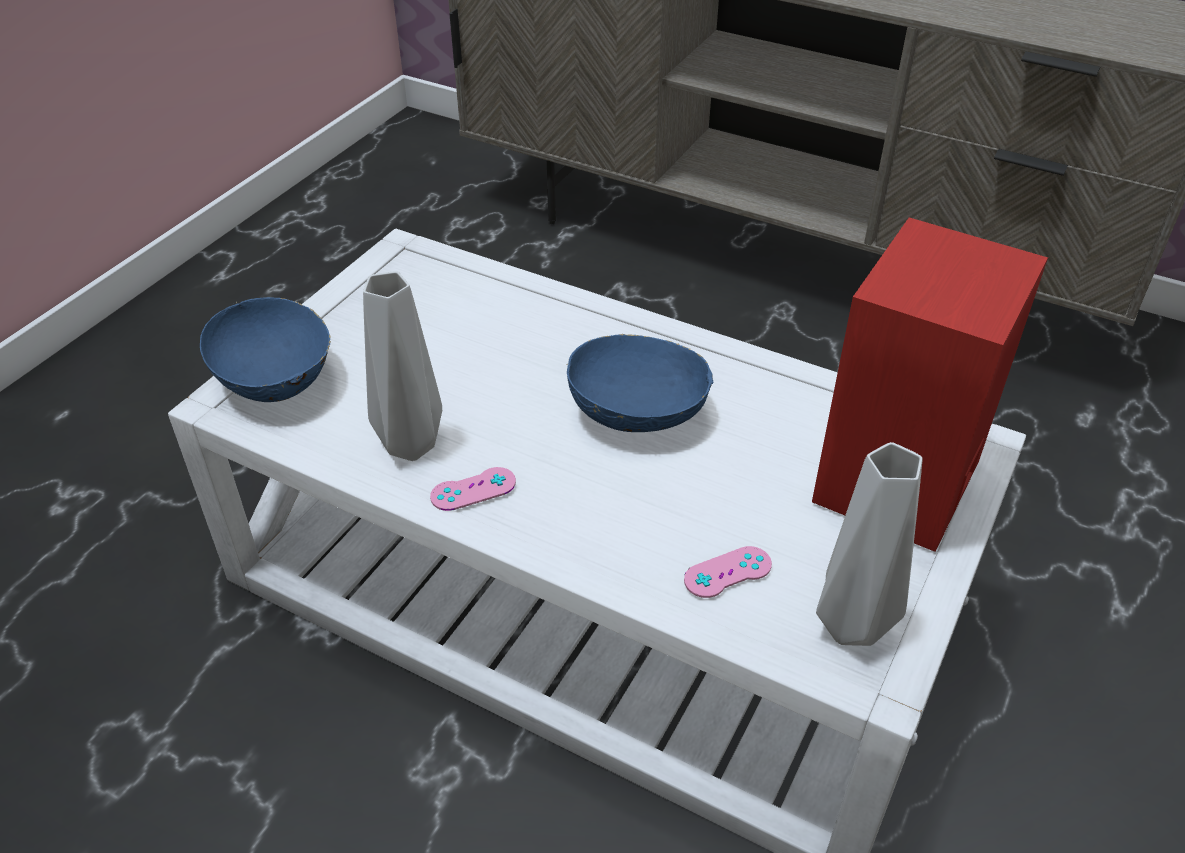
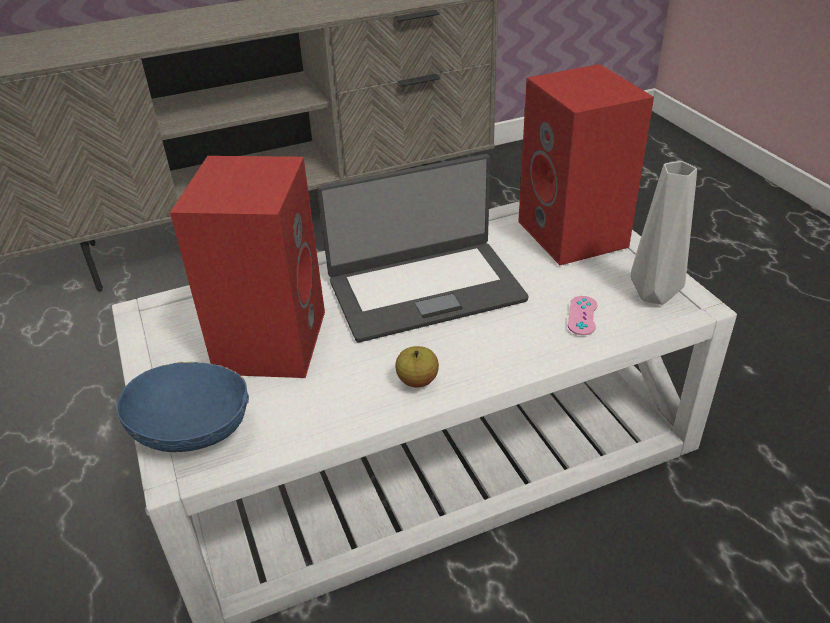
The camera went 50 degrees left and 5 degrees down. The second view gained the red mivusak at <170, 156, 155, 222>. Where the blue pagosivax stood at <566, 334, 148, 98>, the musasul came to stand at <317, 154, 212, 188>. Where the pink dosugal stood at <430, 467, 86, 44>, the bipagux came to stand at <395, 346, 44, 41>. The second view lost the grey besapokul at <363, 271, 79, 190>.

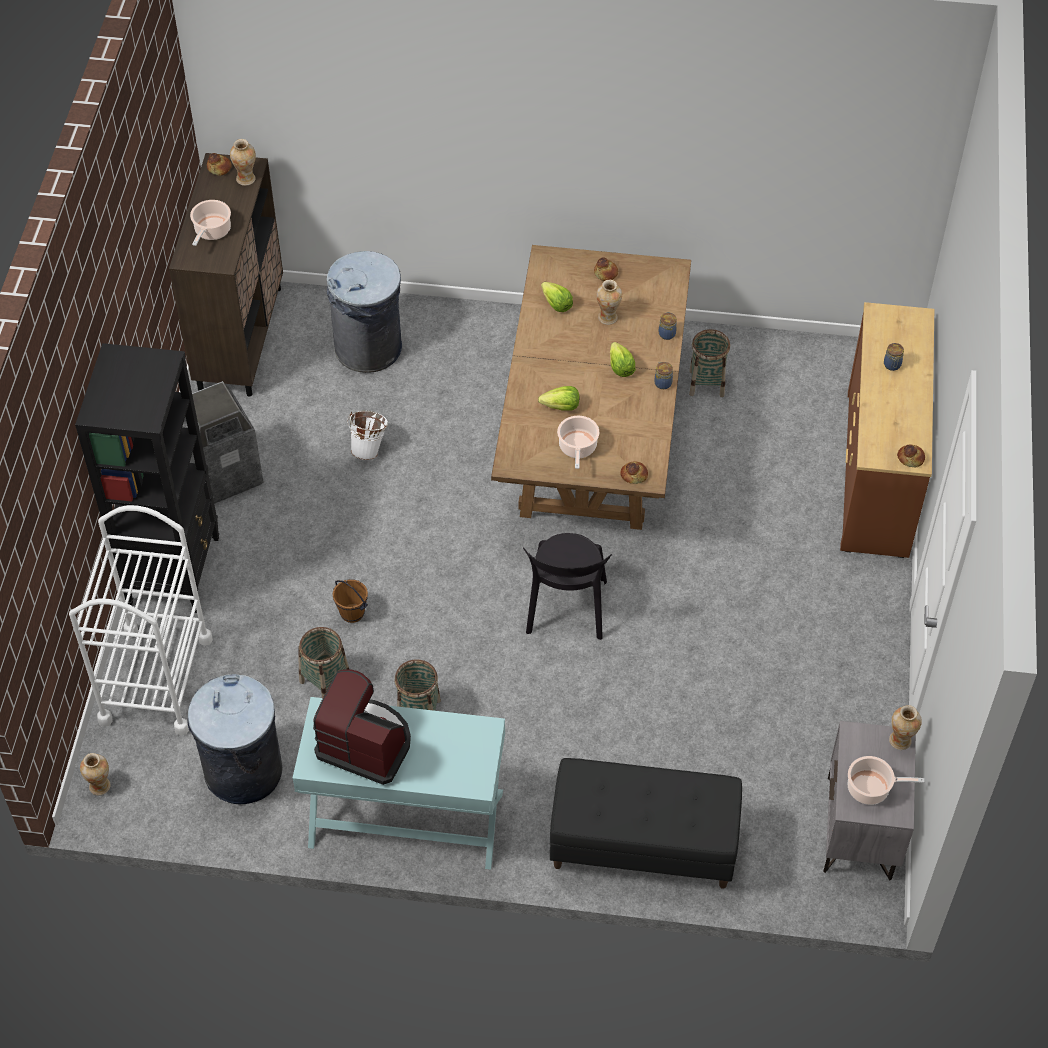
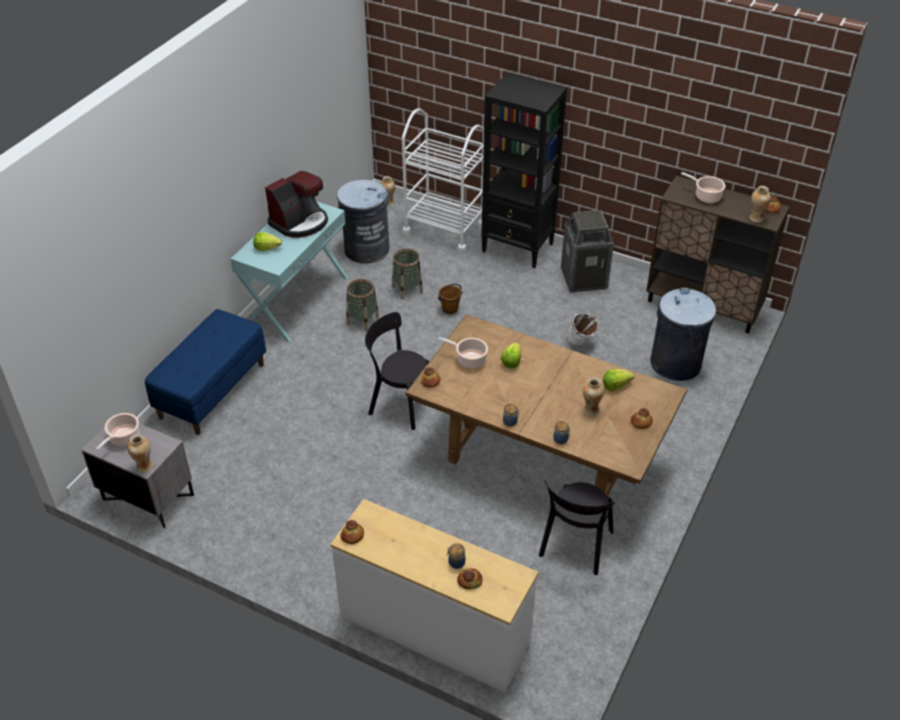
The camera went 110 degrees right and 10 degrees down. What was the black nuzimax at <550, 758, 192, 131> turned into the blue nuzimax at <145, 309, 121, 126>. The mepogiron ended up elsewhere, having gone from <610, 342, 26, 35> to <253, 232, 29, 19>. What was the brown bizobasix at <840, 302, 94, 256> turned into the white bizobasix at <330, 499, 208, 194>. The second view gained the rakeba at <457, 568, 26, 22>. Where the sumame stood at <689, 329, 41, 68>, the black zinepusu came to stand at <539, 481, 75, 94>.

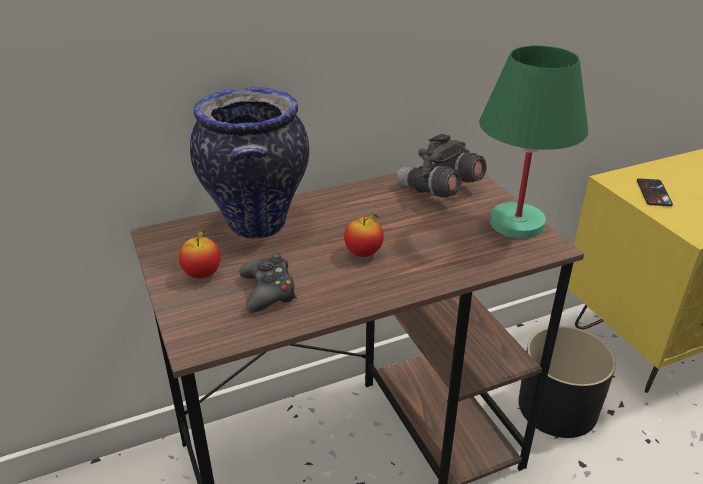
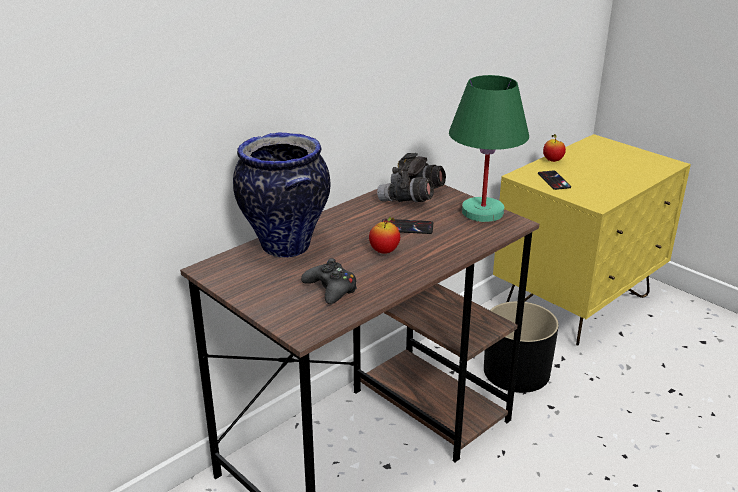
The camera went 20 degrees left and 5 degrees down. The second view gained the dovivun at <382, 219, 51, 15>. The bipagux ended up elsewhere, having gone from <179, 229, 42, 49> to <543, 134, 23, 28>.

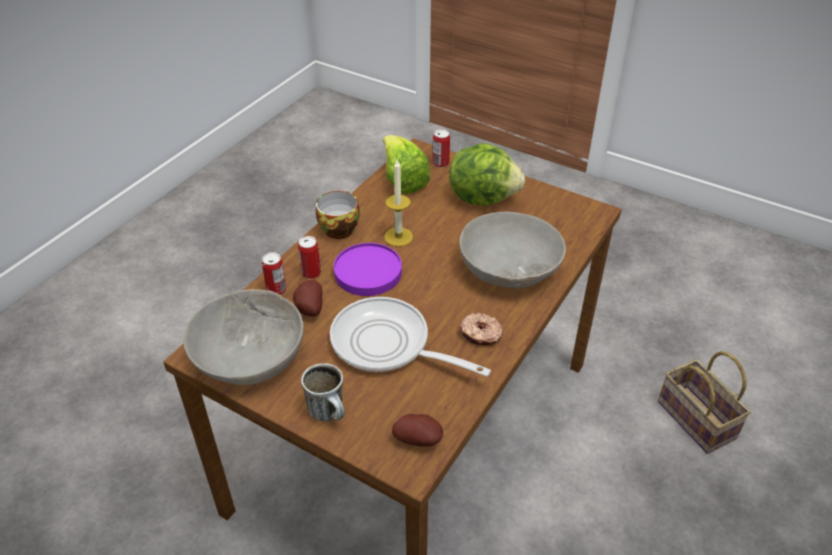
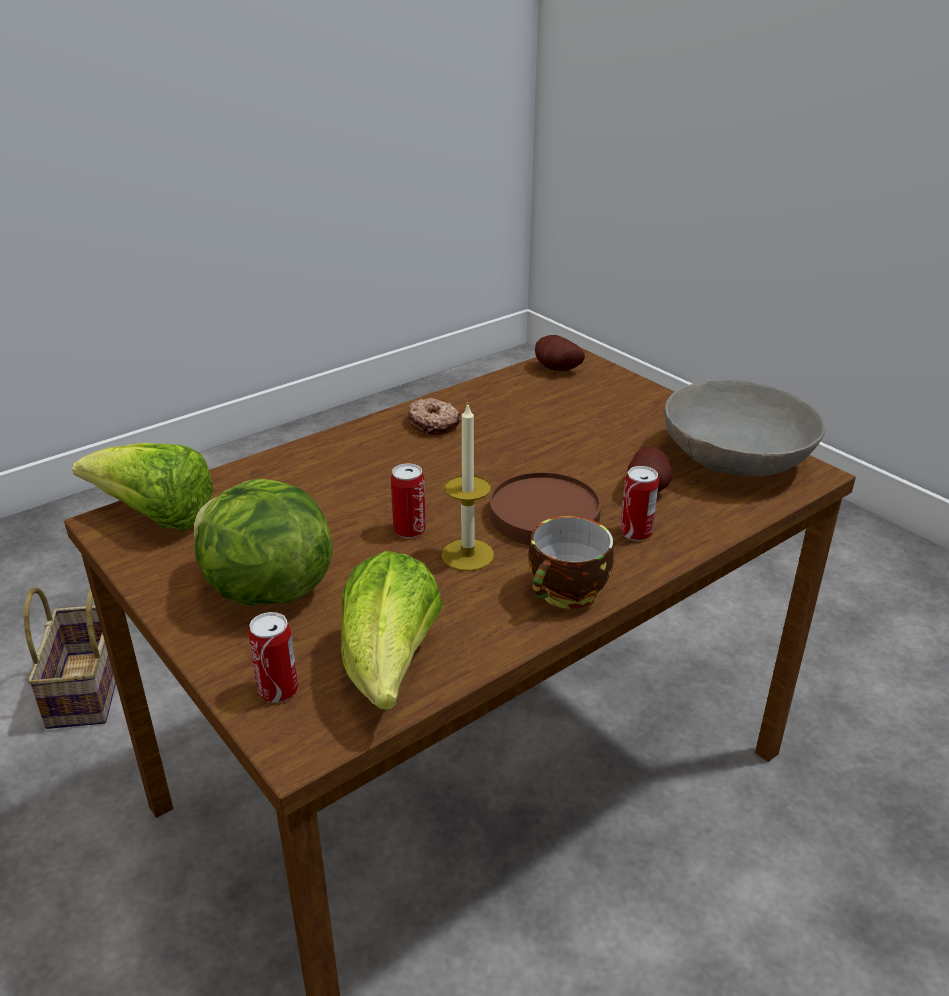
The camera went 160 degrees left and 10 degrees down. The second view gained the mepogiron at <72, 443, 142, 87>. The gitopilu ended up elsewhere, having gone from <262, 252, 24, 43> to <391, 463, 35, 75>. What was the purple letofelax at <334, 243, 68, 53> turned into the brown letofelax at <490, 472, 111, 73>. The second view lost the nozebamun at <301, 363, 44, 58>. The second view lost the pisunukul at <330, 297, 161, 80>. The second view lost the grey pagosivax at <459, 212, 107, 77>.

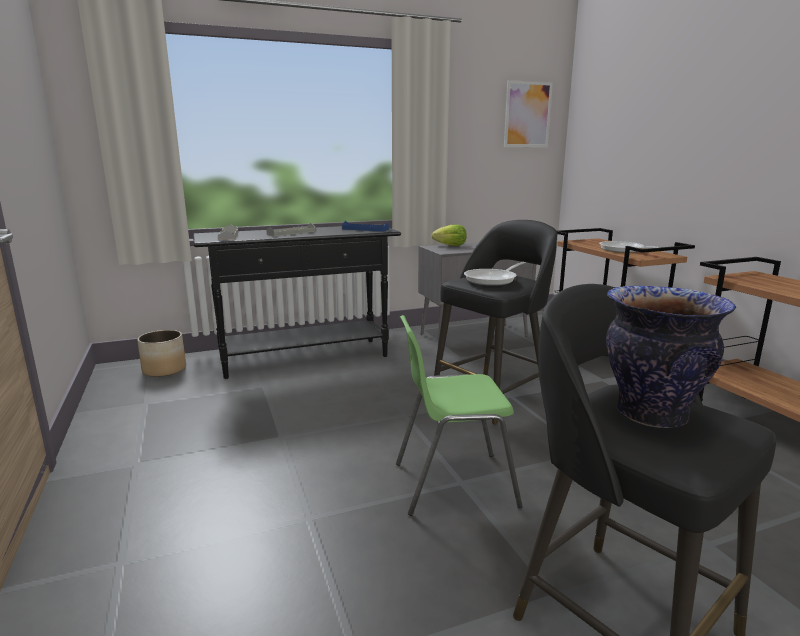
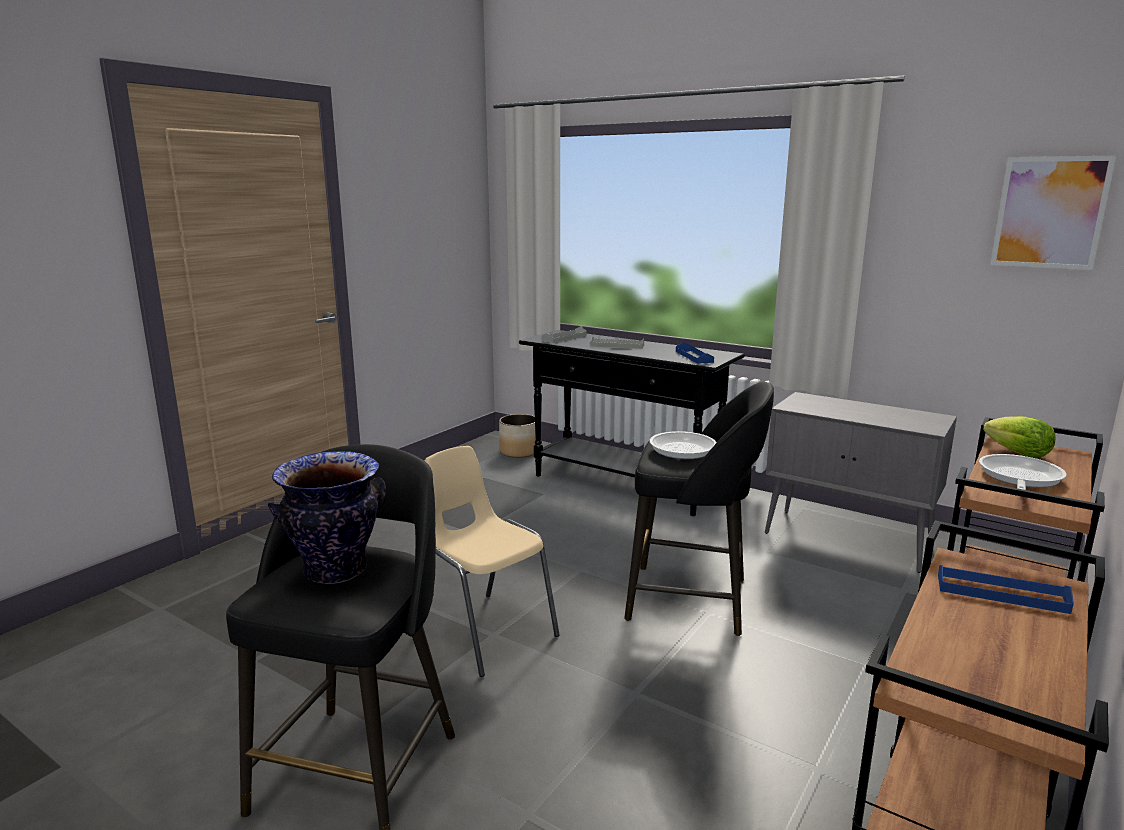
The camera went 55 degrees right and 0 degrees up. What was the green zinepusu at <396, 315, 126, 201> turned into the beige zinepusu at <425, 446, 135, 231>. The second view gained the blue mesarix at <938, 565, 136, 49>. The mepogiron ended up elsewhere, having gone from <431, 224, 36, 22> to <983, 416, 73, 42>.

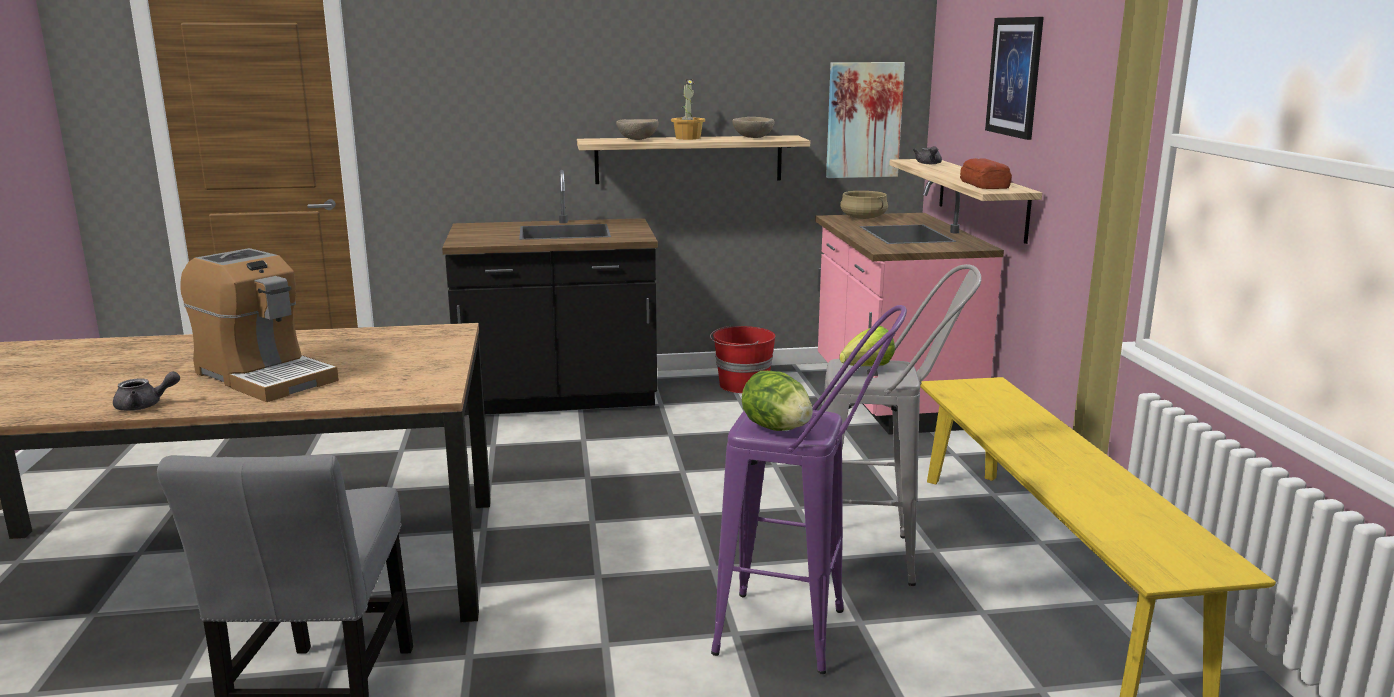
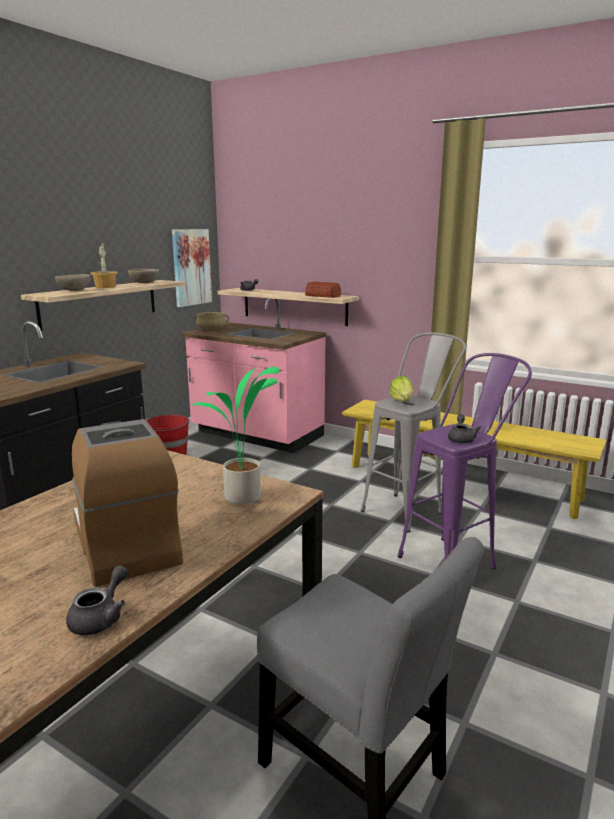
The camera went 50 degrees left and 0 degrees up. The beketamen at <180, 248, 159, 154> ended up facing another way, 105 degrees counterclockwise from before. The second view gained the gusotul at <192, 367, 88, 138>. Where the mepogiron stood at <742, 371, 71, 60>, the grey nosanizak came to stand at <448, 414, 33, 30>. The second view lost the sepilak at <985, 17, 59, 123>.

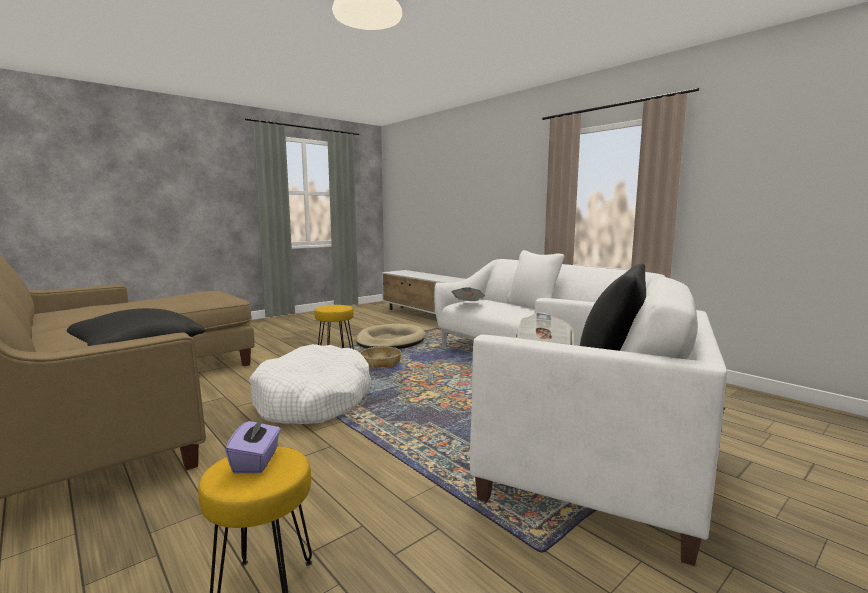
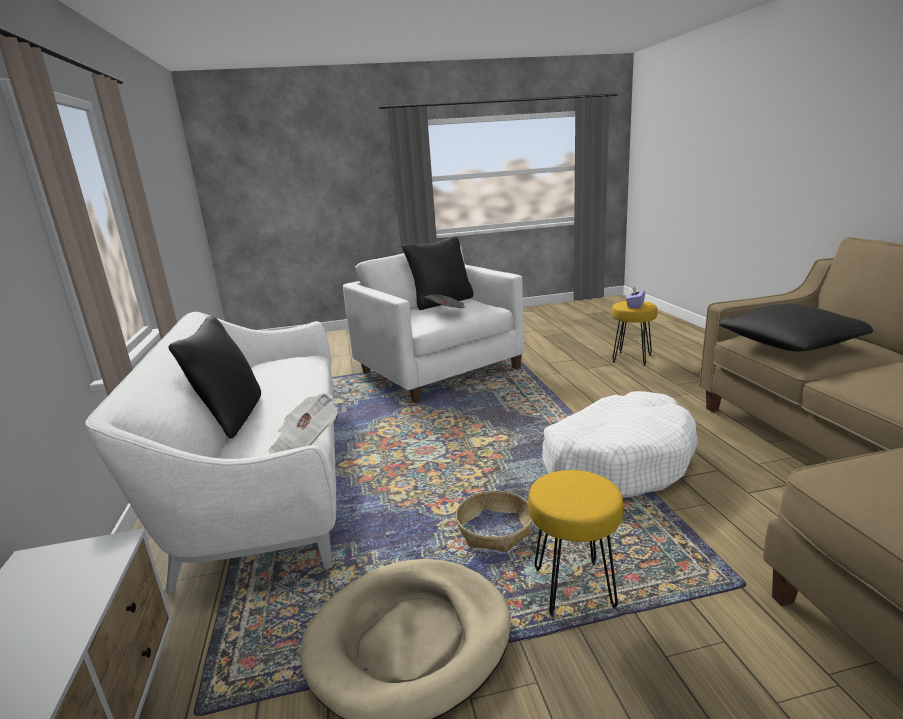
The camera went 150 degrees left and 10 degrees up. What was the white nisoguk at <507, 250, 58, 59> turned into the black nisoguk at <168, 316, 93, 123>.

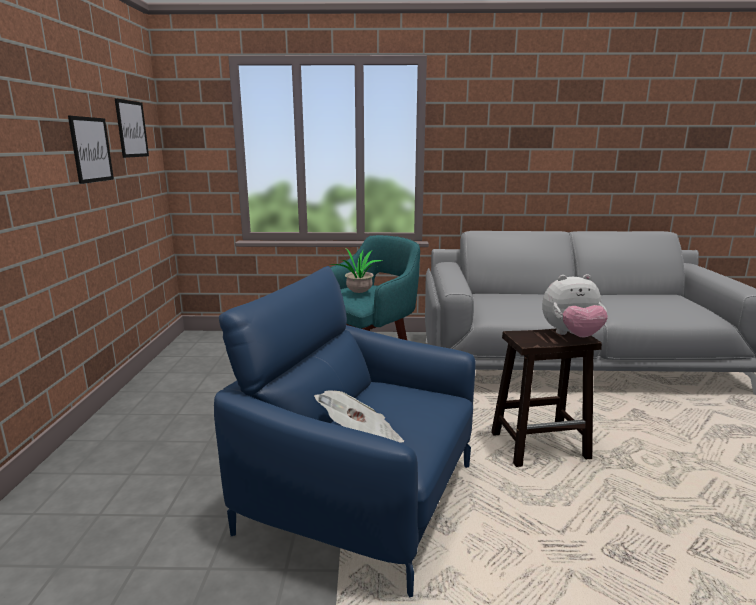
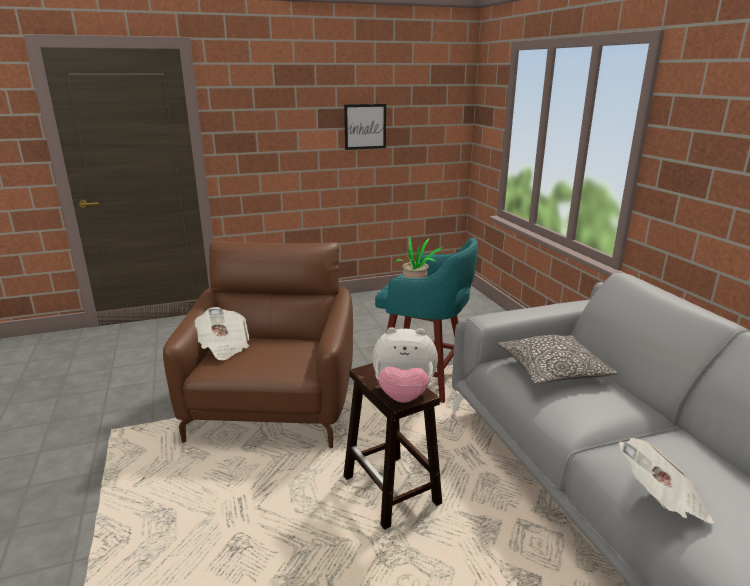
The camera went 70 degrees right and 5 degrees up. What was the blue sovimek at <214, 266, 262, 332> turned into the brown sovimek at <163, 241, 190, 207>. The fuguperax at <542, 274, 66, 64> ended up facing another way, 60 degrees counterclockwise from before. The second view gained the nisoguk at <498, 335, 119, 49>. The second view gained the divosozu at <619, 438, 95, 86>. The second view lost the sepilak at <115, 98, 34, 60>.

